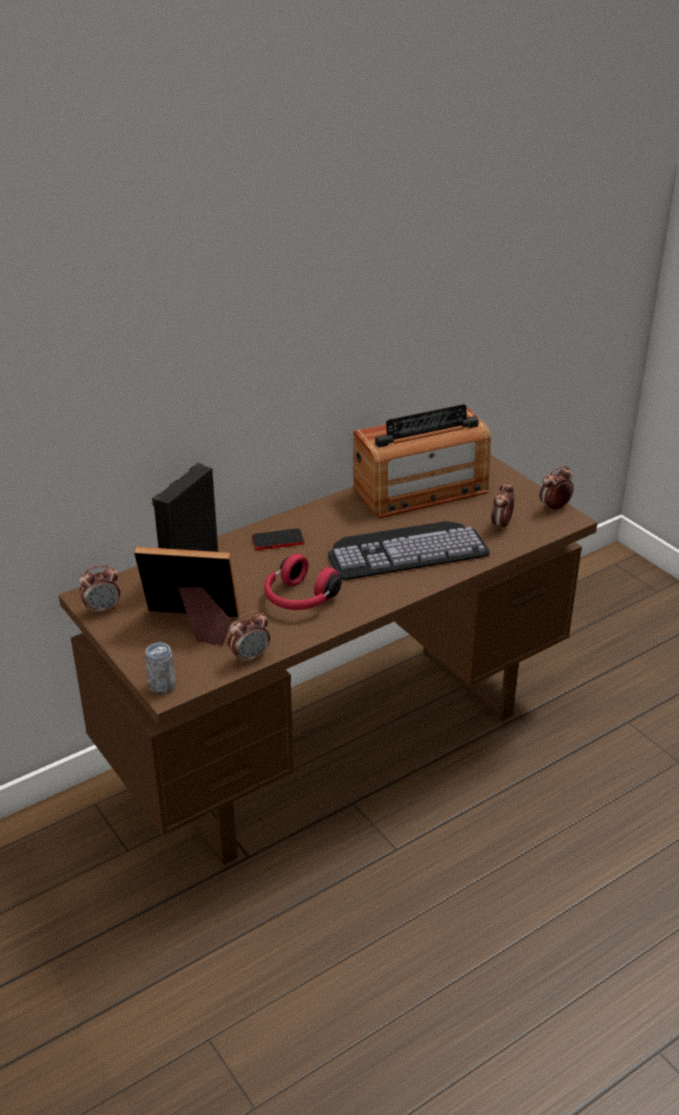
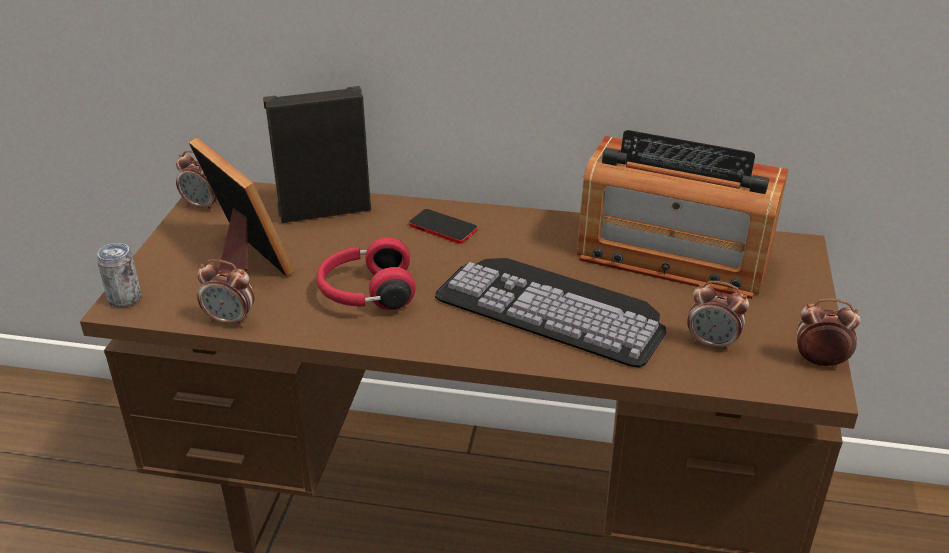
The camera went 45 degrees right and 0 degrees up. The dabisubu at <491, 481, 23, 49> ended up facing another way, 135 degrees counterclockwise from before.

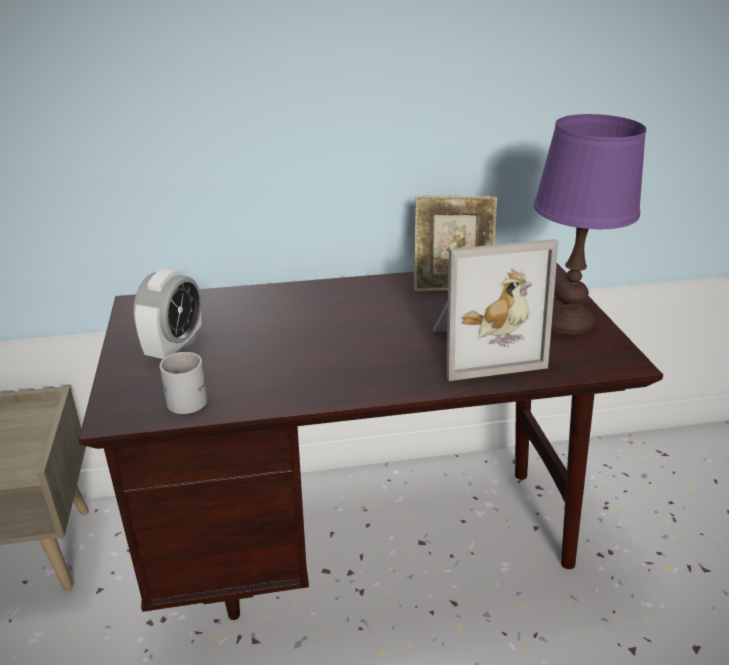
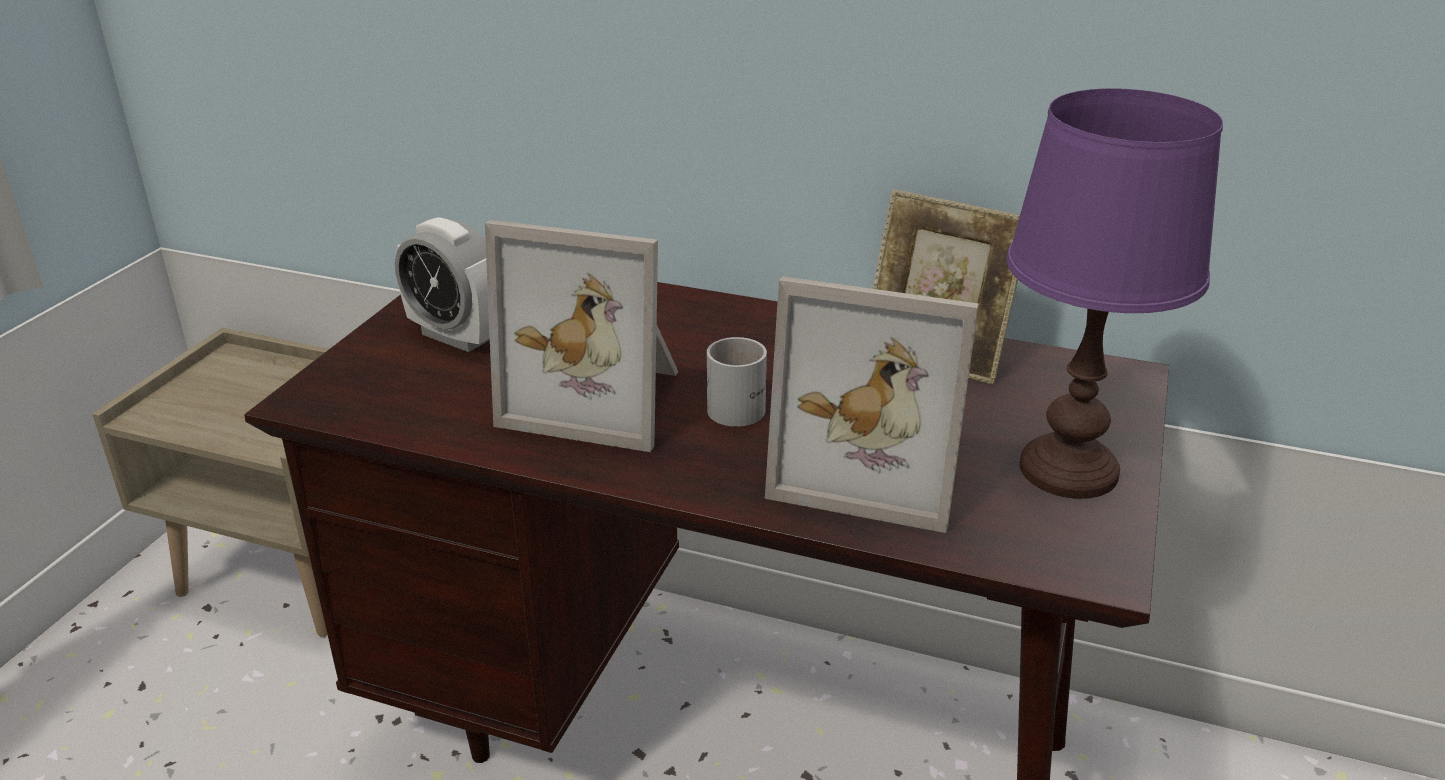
The camera went 30 degrees right and 0 degrees up. The dabisubu at <133, 268, 69, 91> ended up facing another way, 75 degrees clockwise from before. The second view gained the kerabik at <485, 220, 193, 232>. The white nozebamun ended up elsewhere, having gone from <160, 352, 47, 62> to <707, 337, 60, 90>.

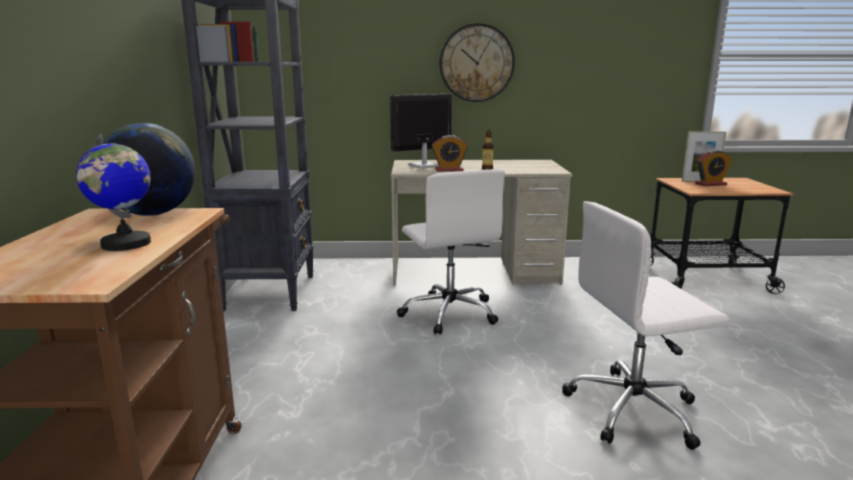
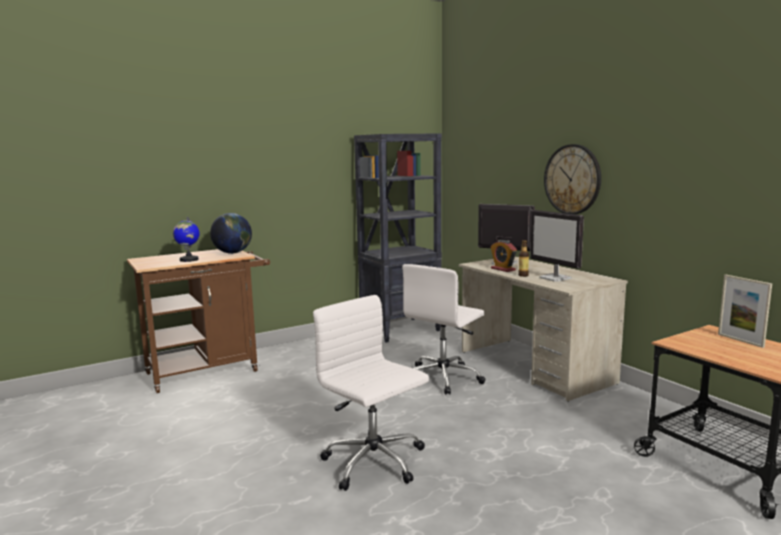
The camera went 60 degrees right and 5 degrees down. The second view gained the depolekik at <530, 210, 54, 72>. The second view lost the dabisubu at <695, 150, 37, 36>.

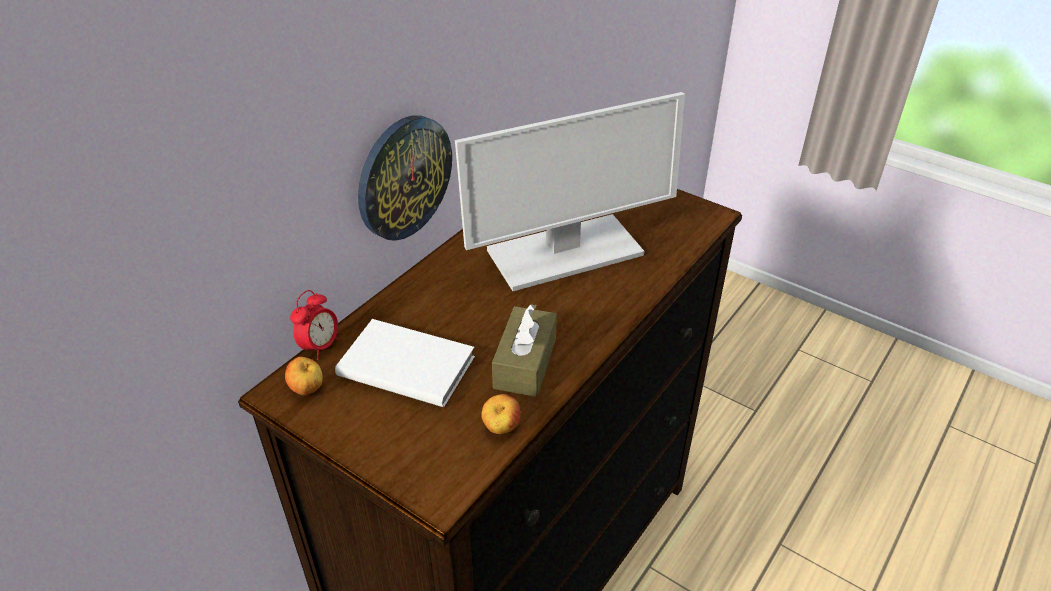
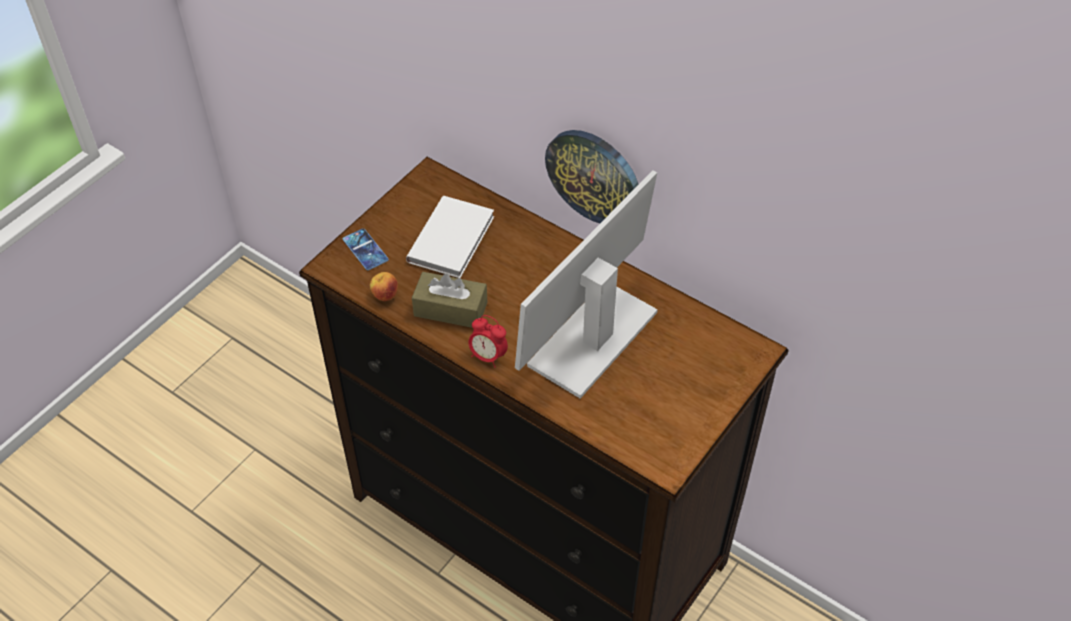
The camera went 90 degrees right and 10 degrees up. The second view gained the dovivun at <343, 228, 46, 42>. The dabisubu ended up elsewhere, having gone from <290, 290, 49, 70> to <468, 315, 40, 53>. The depolekik at <455, 92, 230, 199> ended up facing another way, 60 degrees clockwise from before. The second view lost the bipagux at <285, 357, 38, 38>.

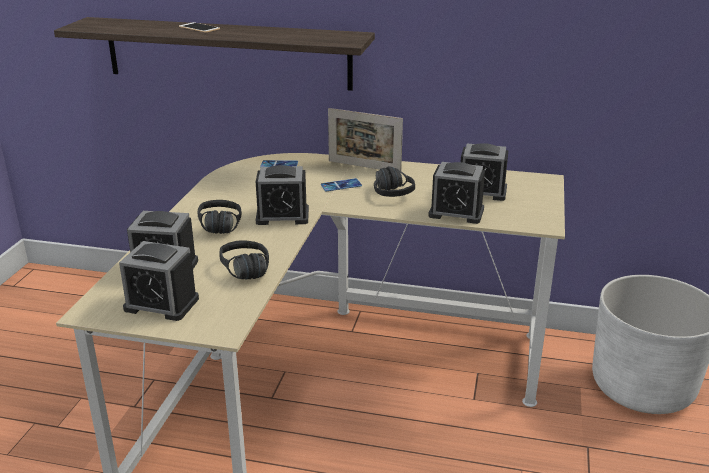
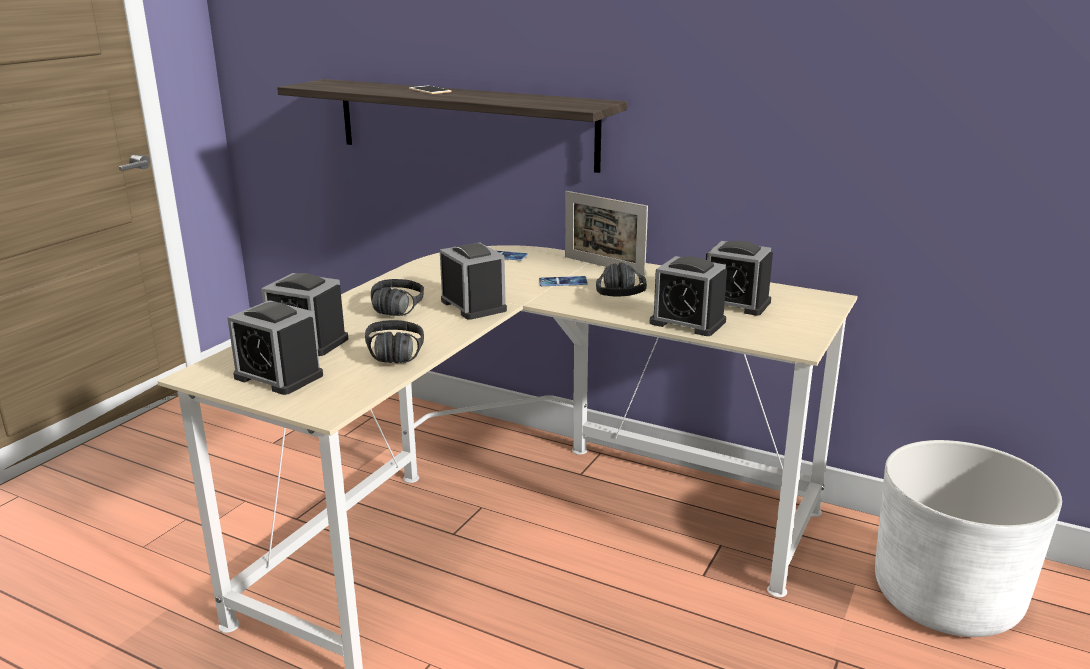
The camera went 15 degrees right and 5 degrees down. The dabisubu at <256, 165, 53, 60> ended up facing another way, 135 degrees counterclockwise from before.

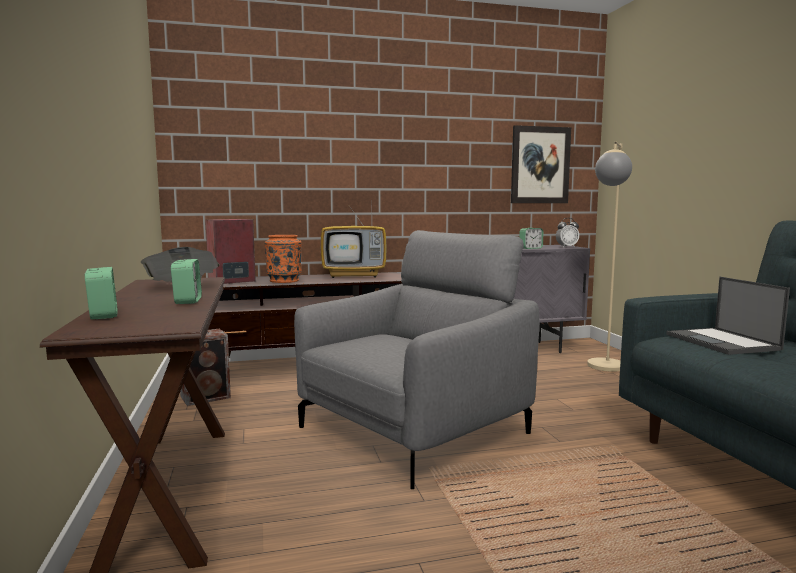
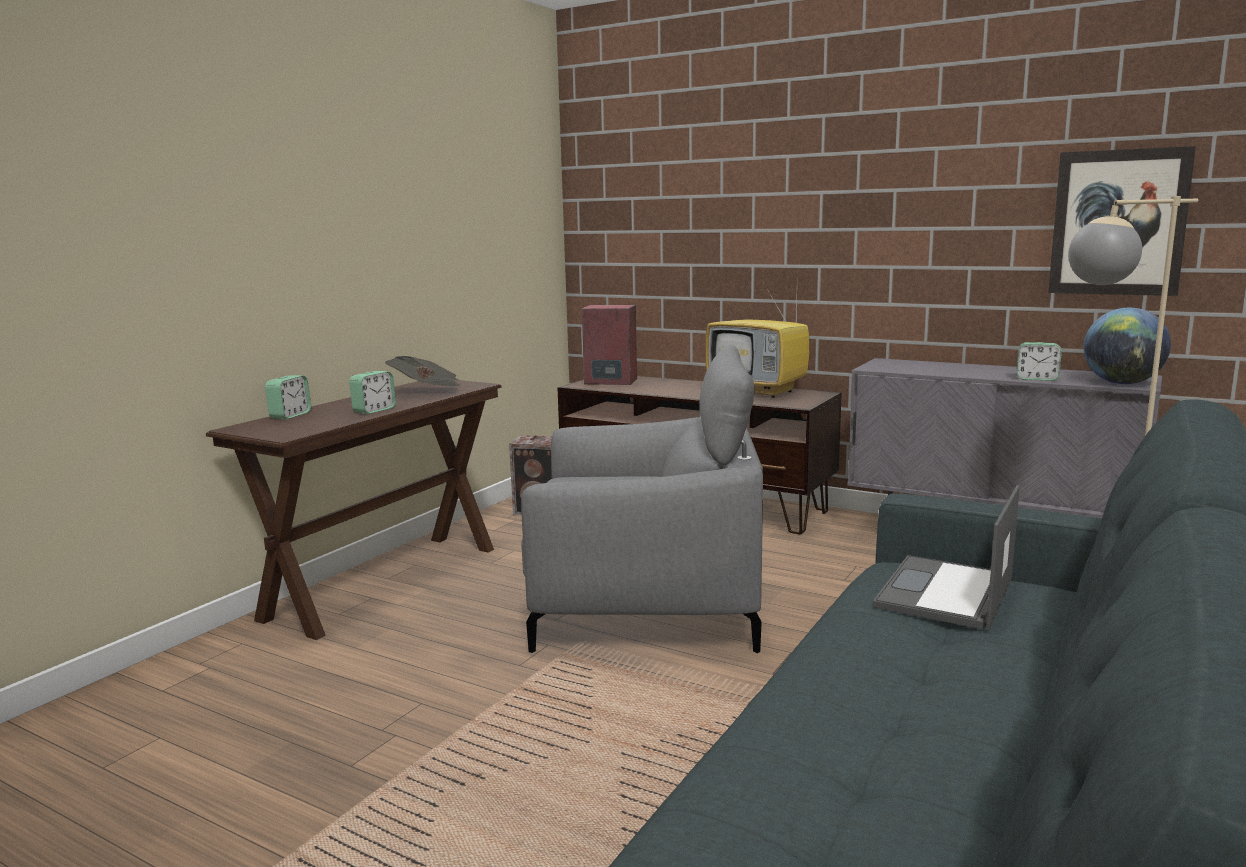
The camera went 45 degrees right and 5 degrees up. Where the dabisubu stood at <556, 218, 23, 30>, the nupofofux came to stand at <1084, 308, 87, 76>. The second view lost the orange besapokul at <265, 235, 37, 48>.

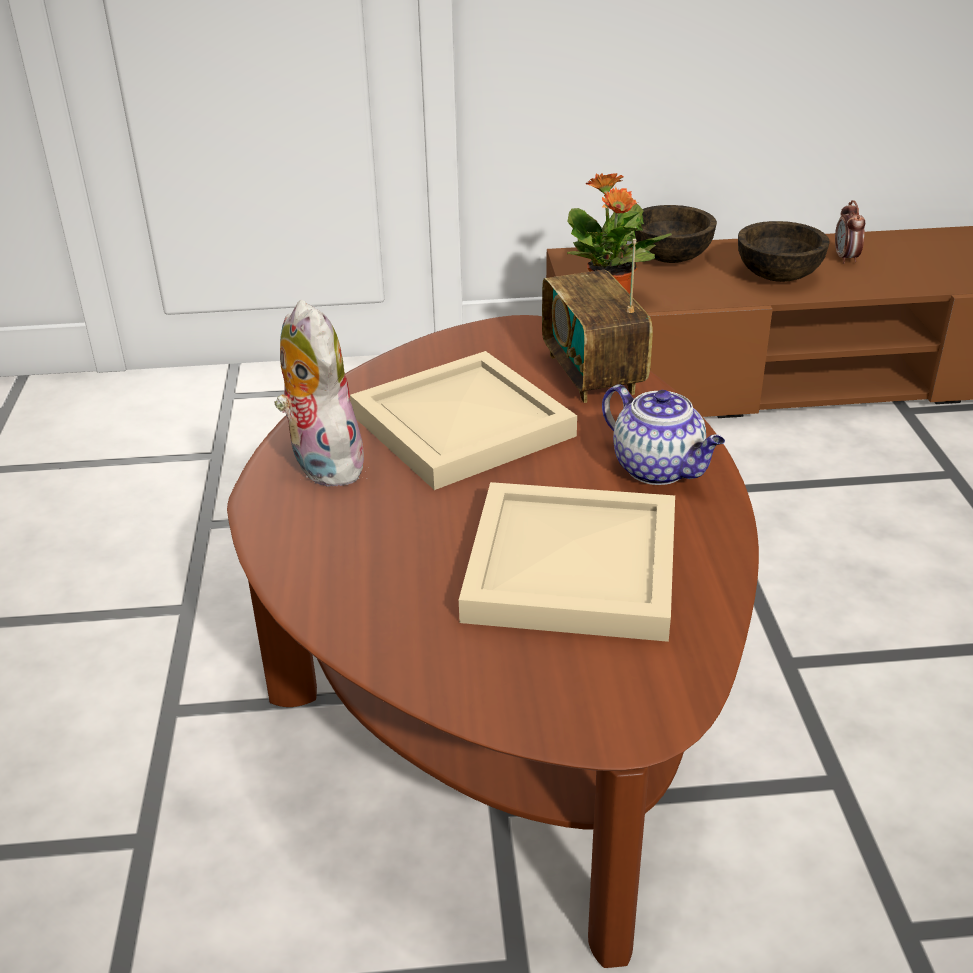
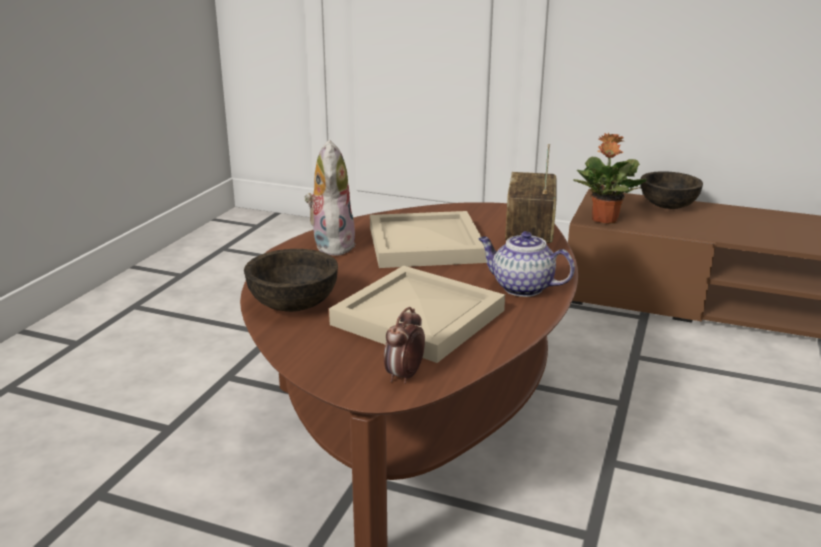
The camera went 25 degrees right and 10 degrees down. The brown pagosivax ended up elsewhere, having gone from <738, 221, 91, 61> to <244, 249, 94, 63>. The dabisubu ended up elsewhere, having gone from <835, 200, 30, 64> to <384, 307, 41, 77>. The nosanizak at <602, 384, 123, 101> ended up facing another way, 135 degrees clockwise from before.

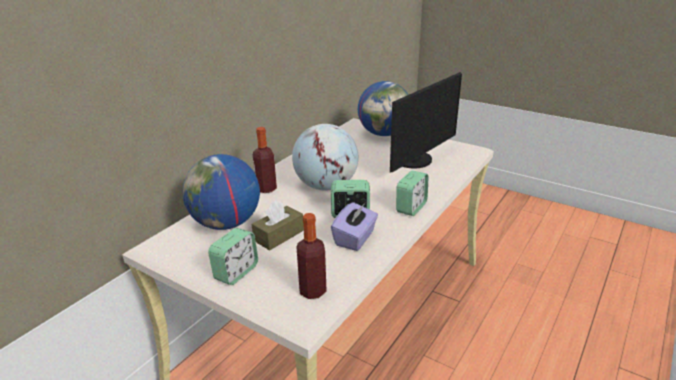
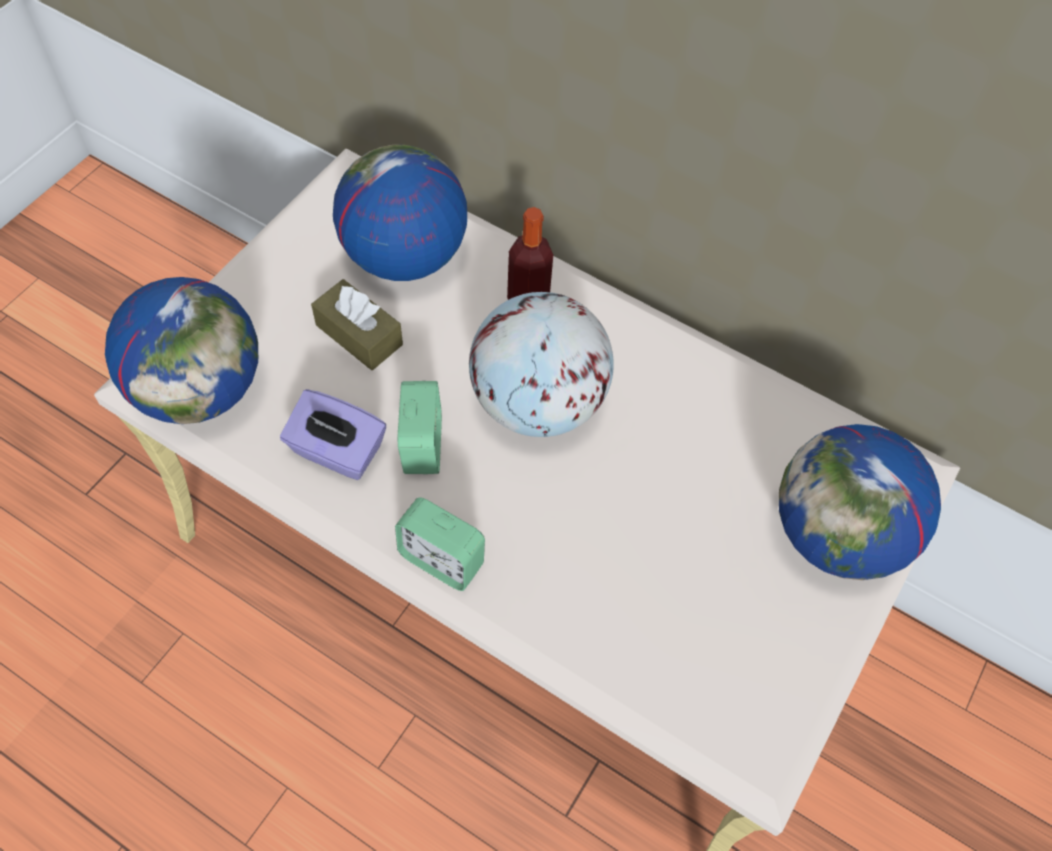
The camera went 85 degrees right and 30 degrees up. Where the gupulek stood at <297, 213, 30, 86>, the nupofofux came to stand at <105, 277, 153, 147>. The second view lost the dabisubu at <208, 228, 50, 57>. The second view lost the depolekik at <390, 72, 72, 101>.

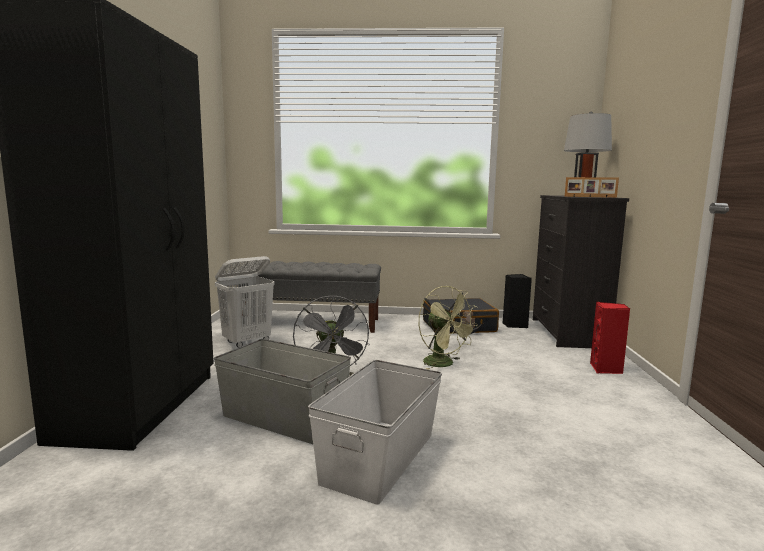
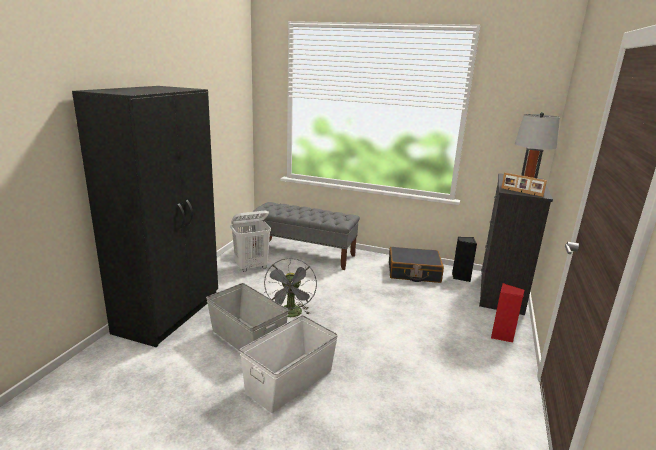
The camera went 15 degrees right and 10 degrees up. The second view lost the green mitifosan at <419, 286, 59, 83>.

